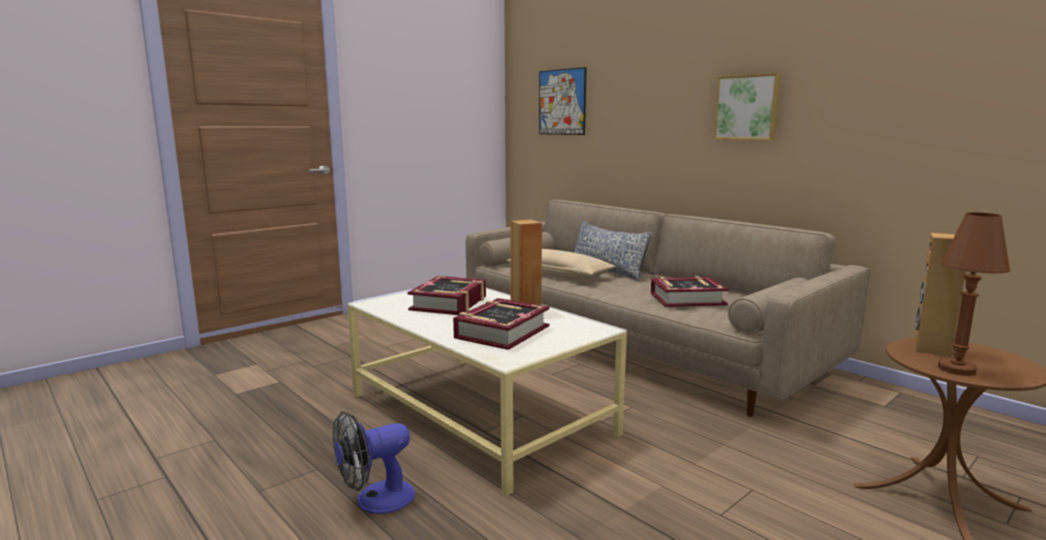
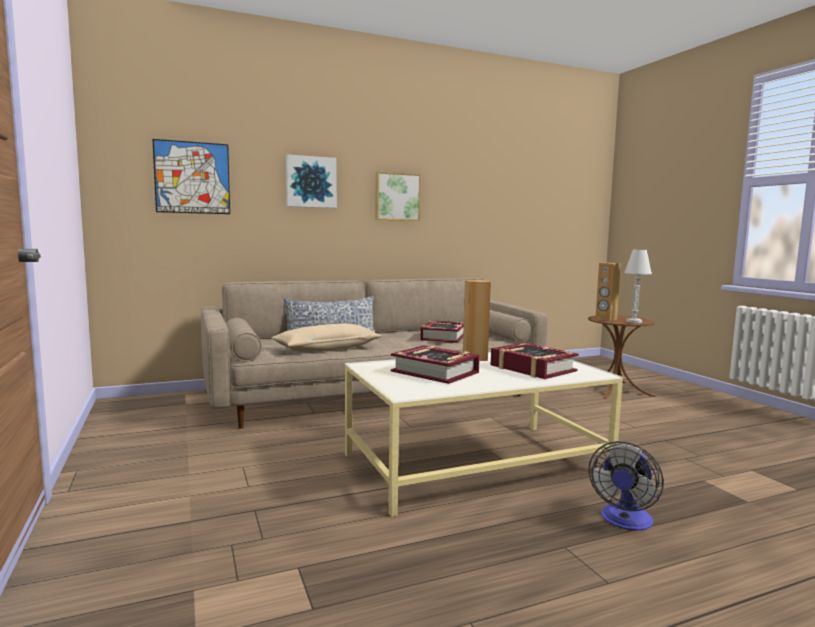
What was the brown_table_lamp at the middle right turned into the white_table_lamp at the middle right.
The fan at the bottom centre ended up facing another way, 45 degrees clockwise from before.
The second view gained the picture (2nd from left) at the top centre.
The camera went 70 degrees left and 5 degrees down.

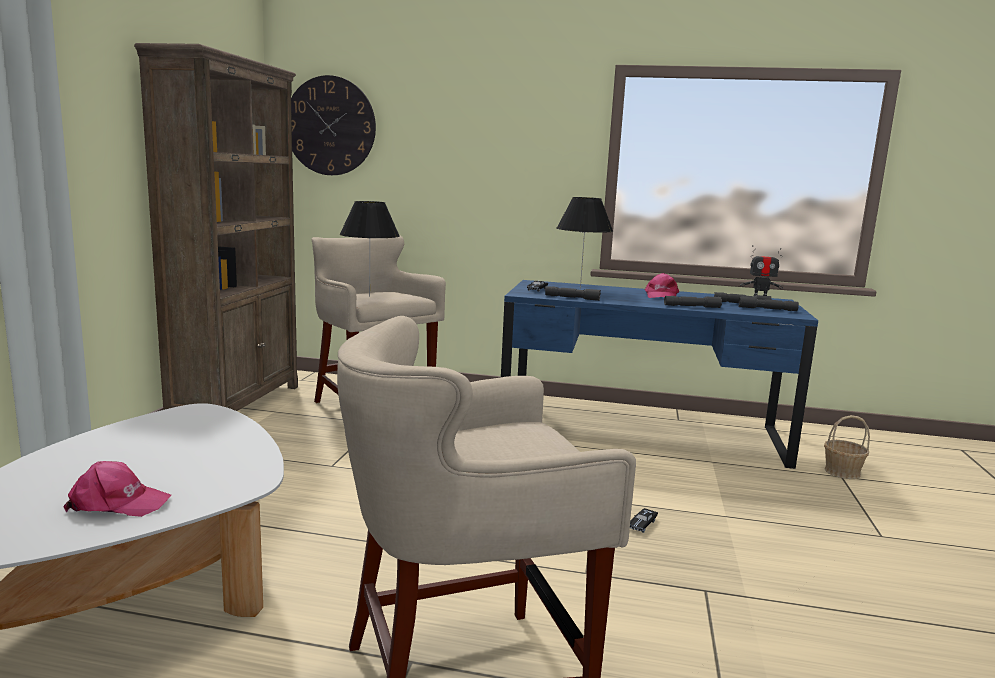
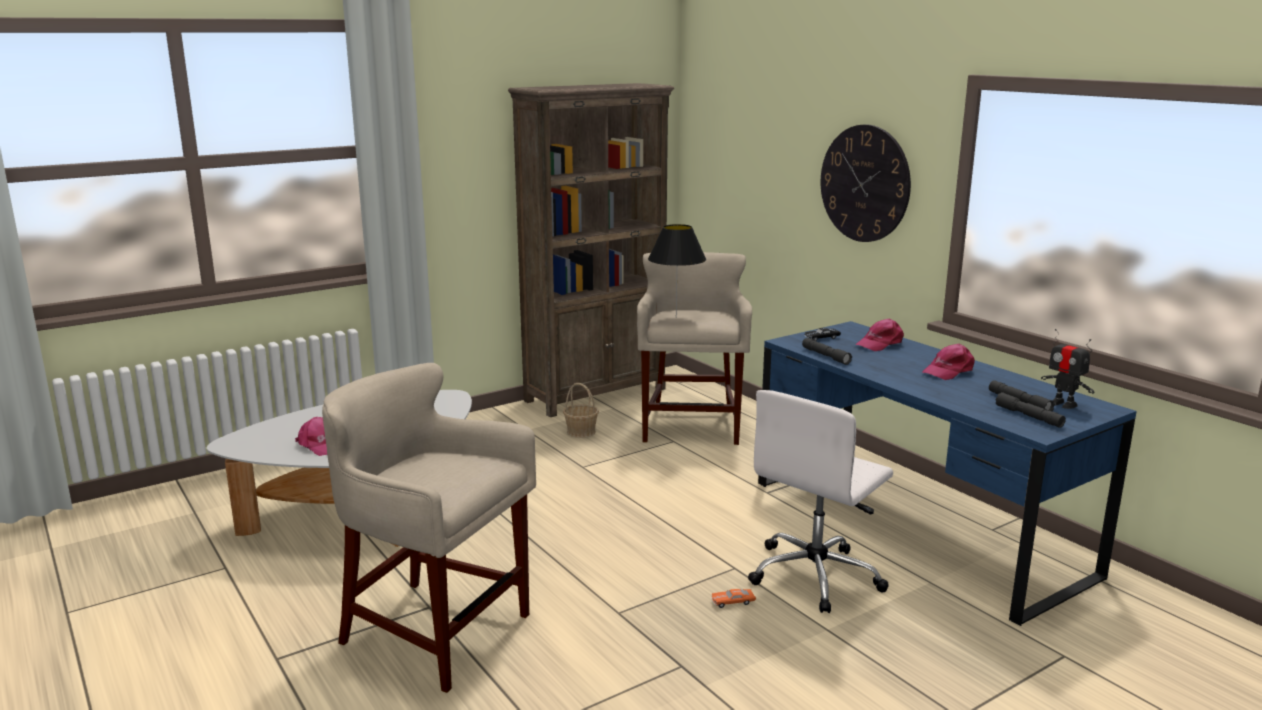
The wall_clock ended up elsewhere, having gone from the top centre to the top right.
Where the black_table_lamp (2nd from left) stood at the centre, the pink_cap (2nd from left) came to stand at the middle right.
The second view lost the grey_flashlight (2nd from left) at the middle right.
The basket ended up elsewhere, having gone from the middle right to the centre.
What was the black_toy_car (2nd from left) at the bottom centre turned into the orange_toy_car at the bottom centre.
The second view gained the white_office_chair at the bottom centre.
The camera went 45 degrees right and 5 degrees up.

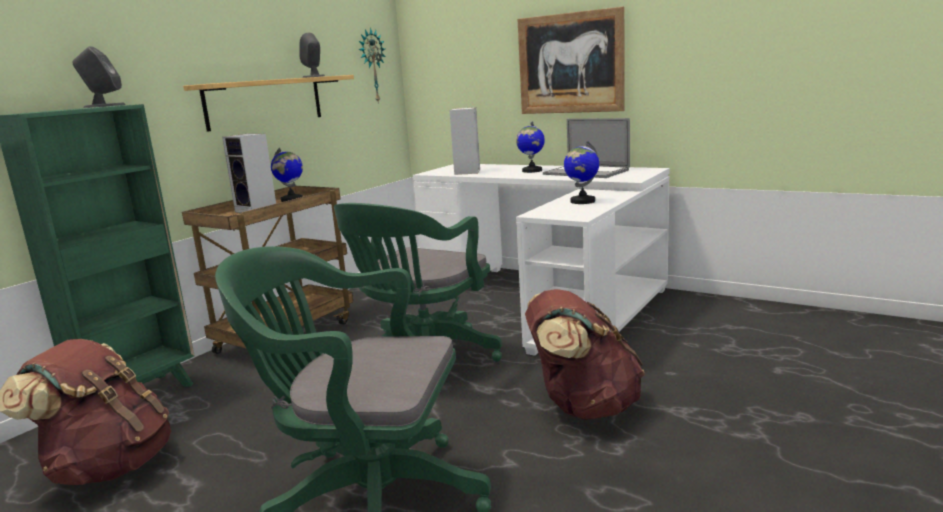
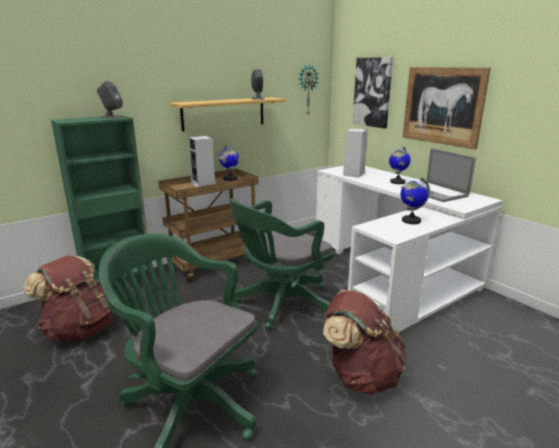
The second view gained the picture (1st from left) at the top right.
The camera went 20 degrees right and 5 degrees up.

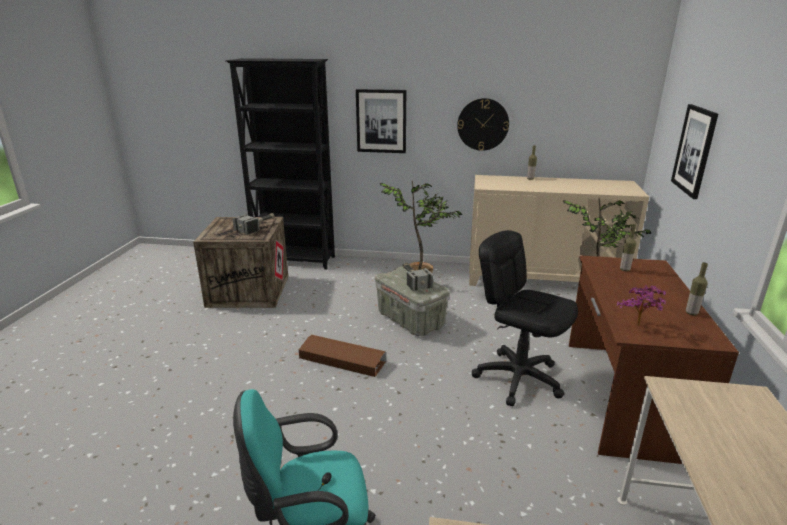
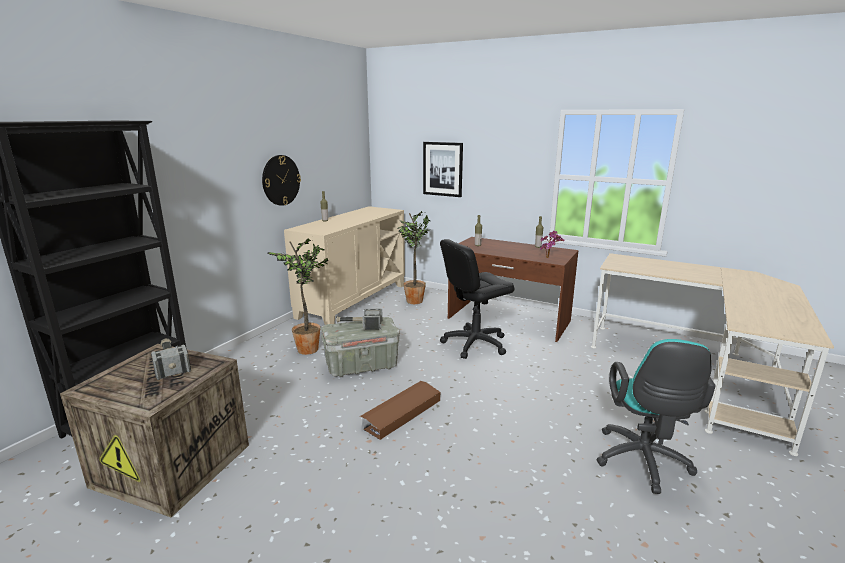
The second view lost the picture (1st from left) at the top centre.
The camera went 70 degrees left and 5 degrees down.

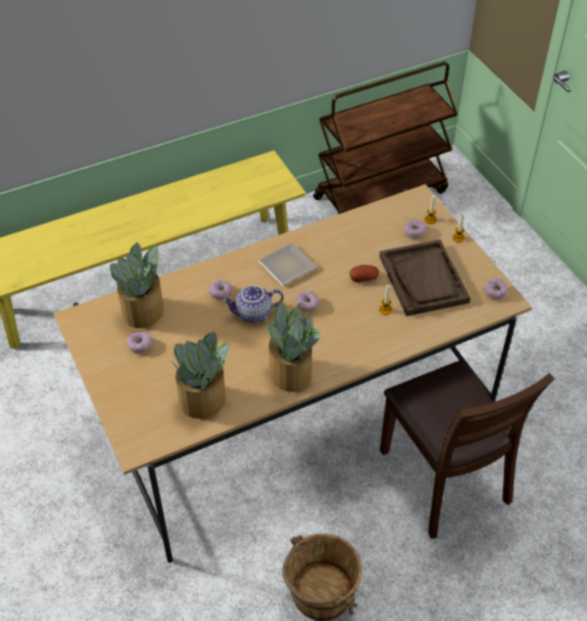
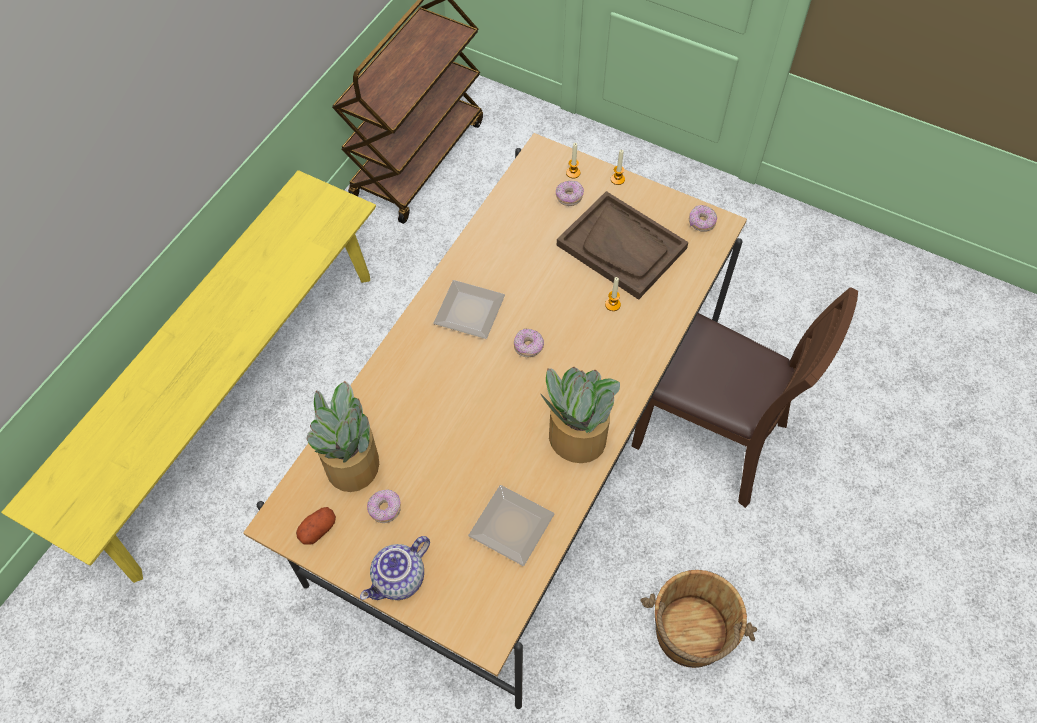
The potato ended up elsewhere, having gone from the centre to the bottom left.
The second view lost the donut (2nd from left) at the centre.
The teapot ended up elsewhere, having gone from the centre to the bottom centre.
Where the potted_plant (2nd from left) stood at the centre, the plate (2nd from left) came to stand at the bottom centre.
The camera went 35 degrees left and 10 degrees up.

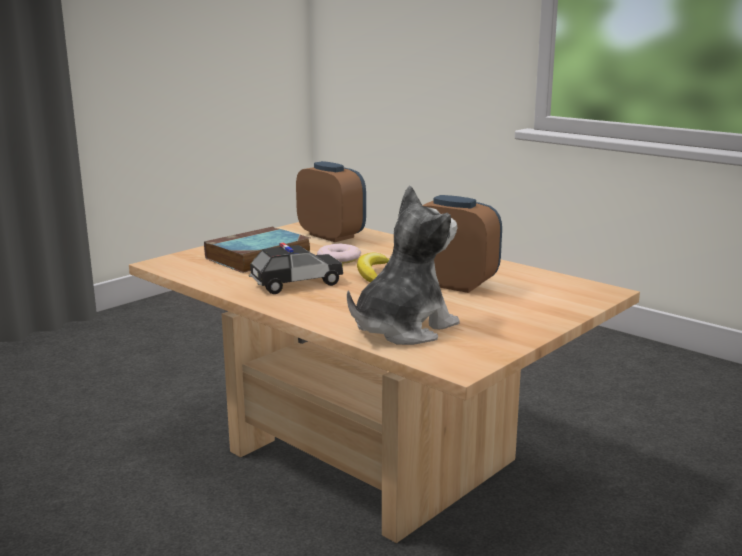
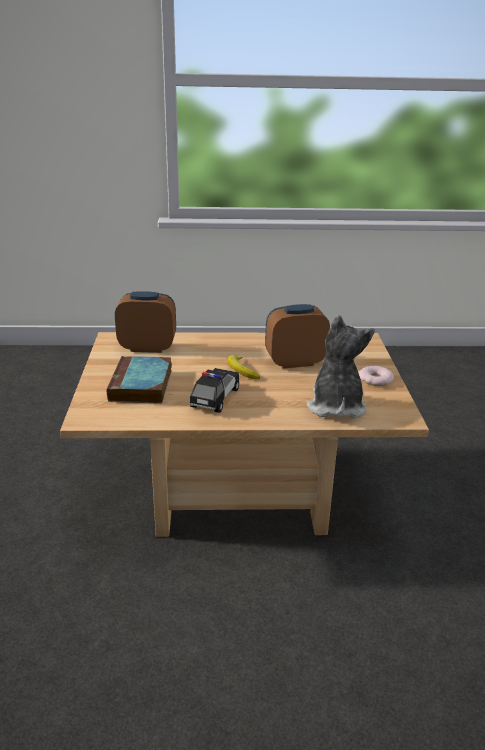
The donut ended up elsewhere, having gone from the centre to the middle right.
The camera went 45 degrees left and 10 degrees up.

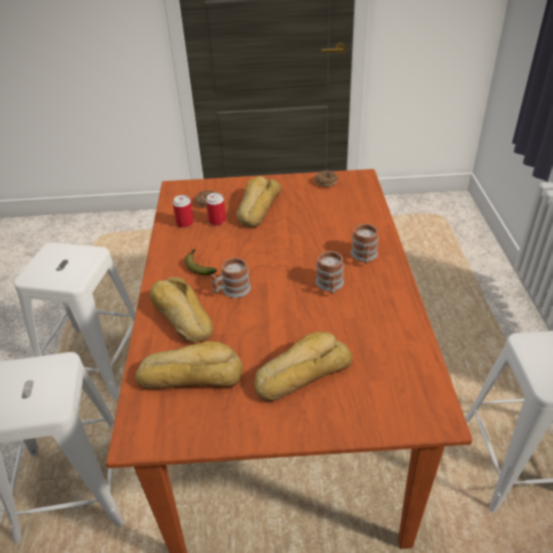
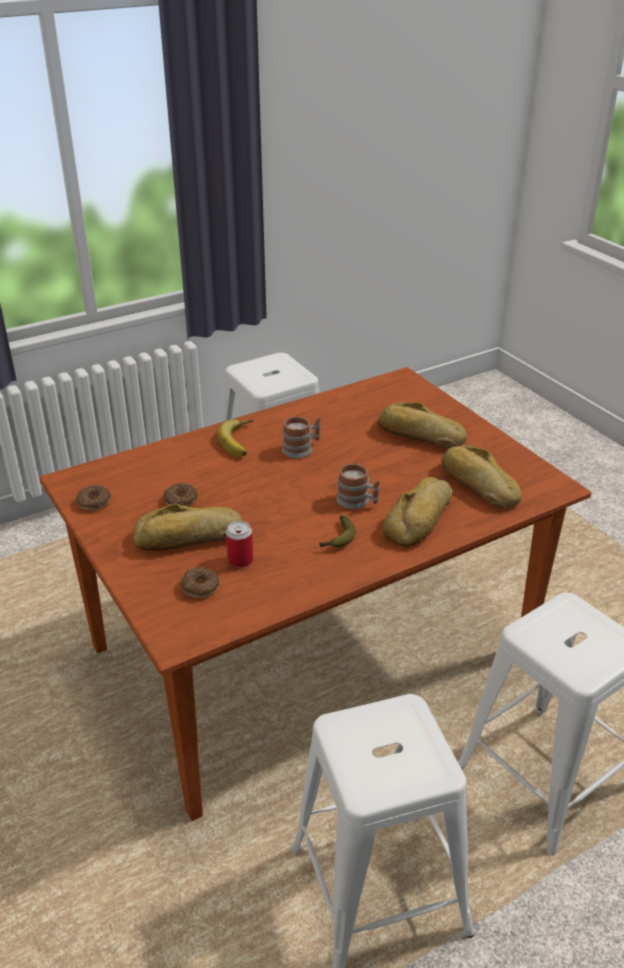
The second view lost the can (1st from left) at the middle left.
Where the mug (3rd from left) stood at the centre, the banana (1st from left) came to stand at the centre.
The second view gained the donut (2nd from left) at the middle left.
The camera went 120 degrees left and 5 degrees down.

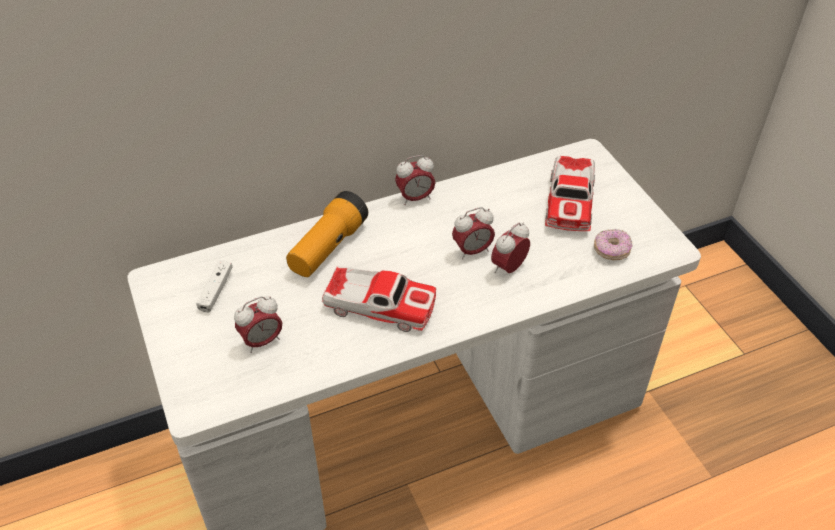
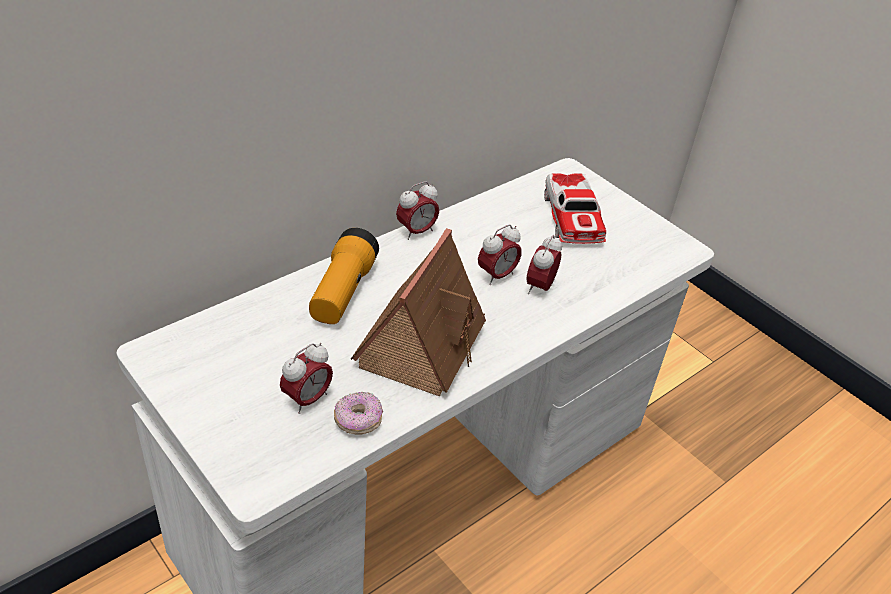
The donut ended up elsewhere, having gone from the middle right to the bottom centre.
The second view lost the white_game_controller at the middle left.
Where the toy_car (1st from left) stood at the centre, the toy_house came to stand at the centre.
The camera went 20 degrees left and 5 degrees down.

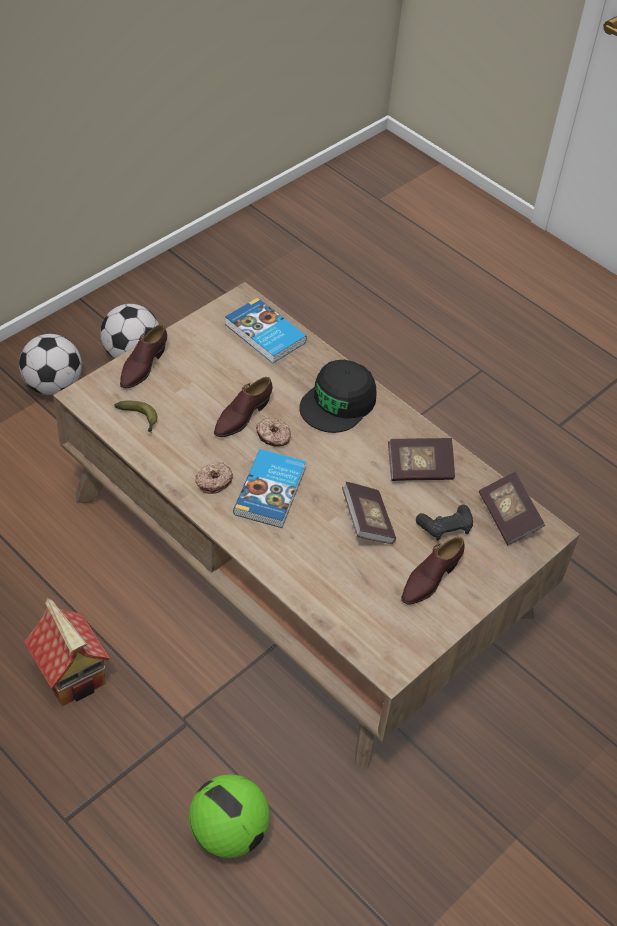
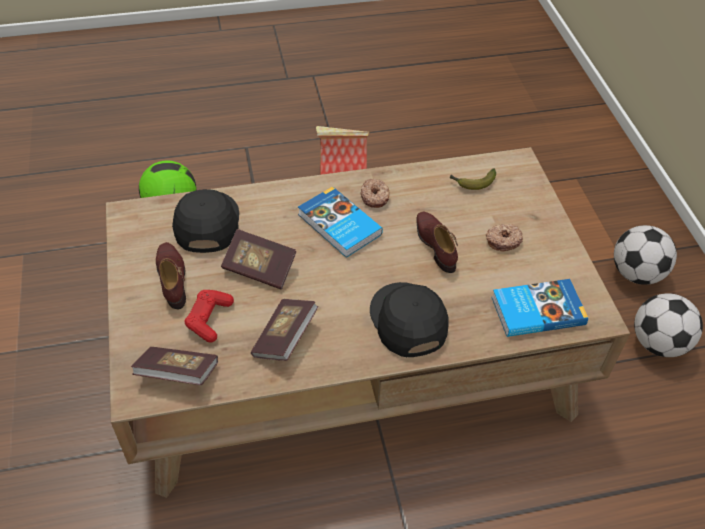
The second view lost the brown_shoe (1st from left) at the middle left.
The donut (2nd from left) ended up elsewhere, having gone from the centre to the middle right.
What was the black_game_controller at the middle right turned into the red_game_controller at the middle left.
The second view gained the black_cap (1st from left) at the middle left.
The camera went 125 degrees right and 0 degrees up.

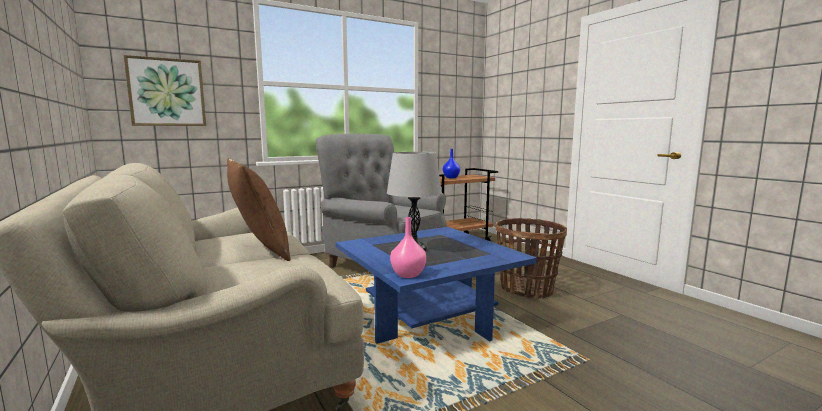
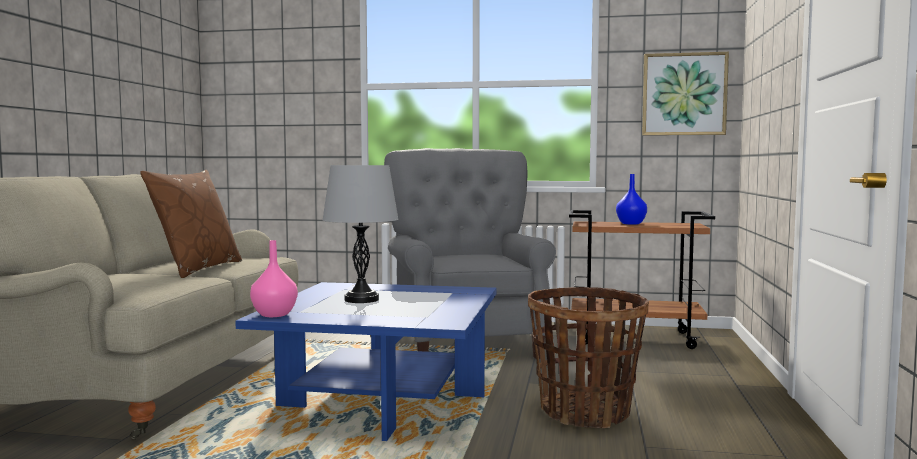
The picture ended up elsewhere, having gone from the top left to the top right.
The camera went 40 degrees right and 5 degrees down.

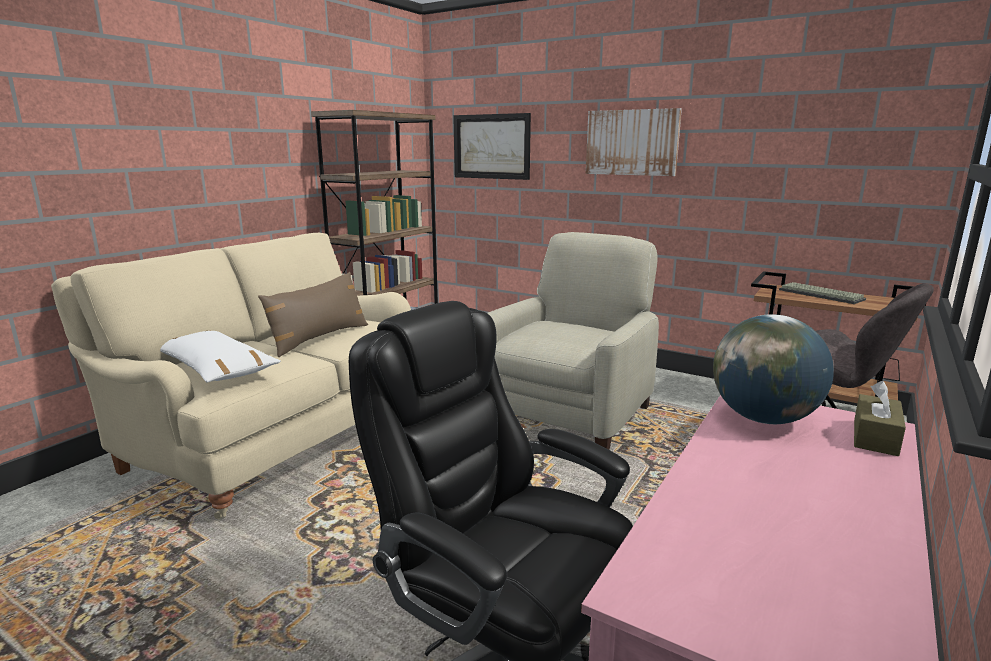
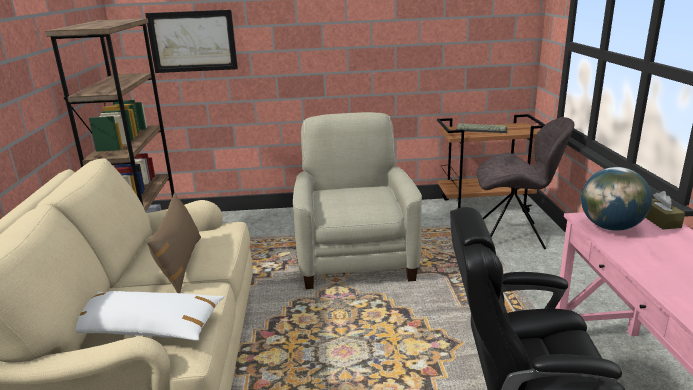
The second view lost the picture (2nd from left) at the top centre.
The camera went 35 degrees left and 5 degrees up.

